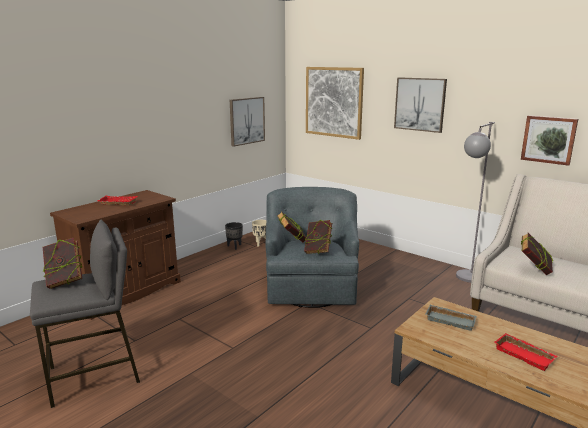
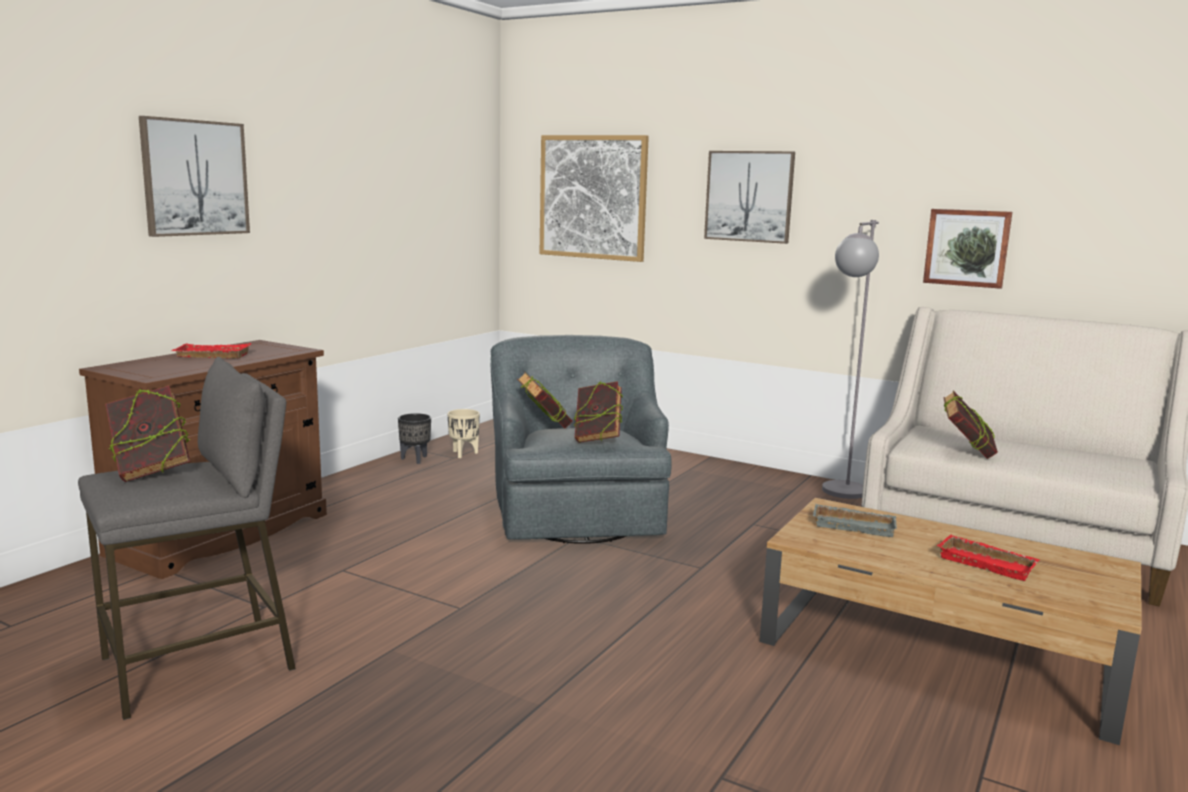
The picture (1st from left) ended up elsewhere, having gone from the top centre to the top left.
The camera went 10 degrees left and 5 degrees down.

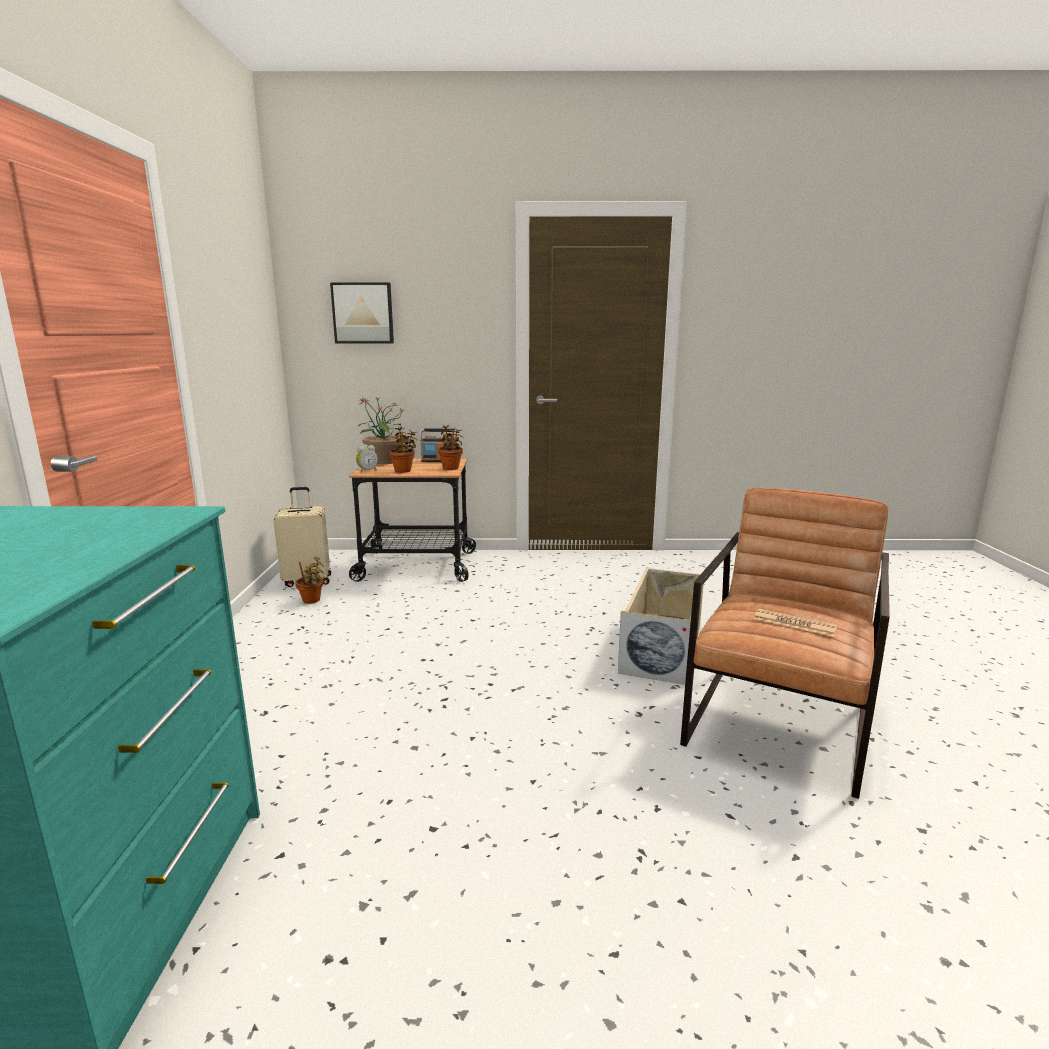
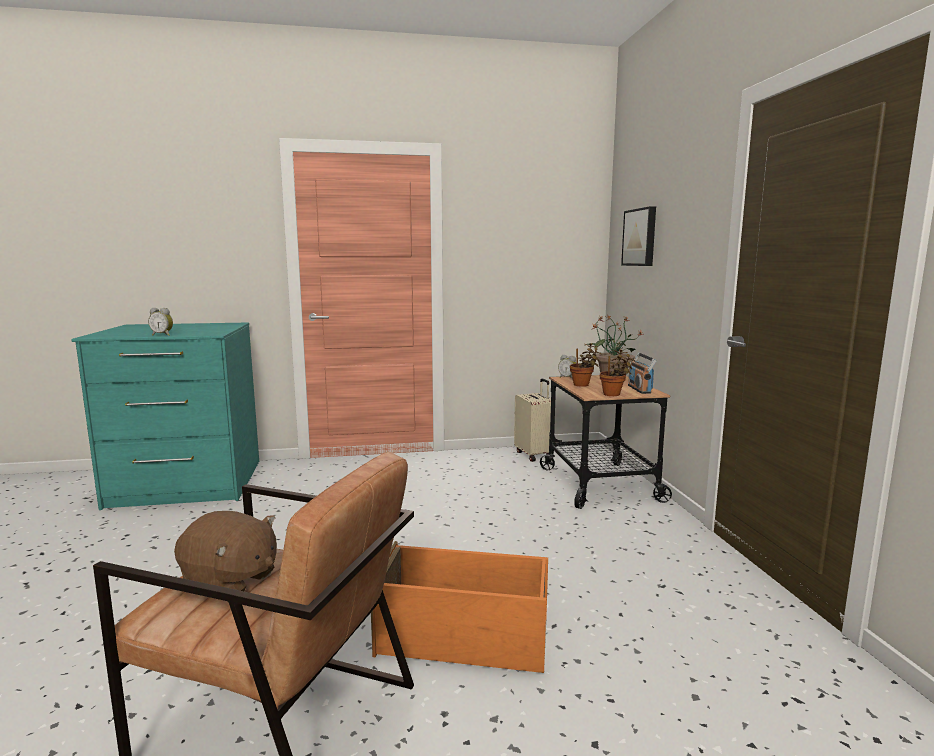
The second view lost the potted_plant (1st from left) at the middle left.
What was the beige_storage_box at the centre turned into the orange_storage_box at the bottom centre.
Where the newspaper stood at the middle right, the brown_plush_toy came to stand at the bottom left.
The second view gained the alarm_clock (1st from left) at the middle left.
The camera went 80 degrees right and 5 degrees down.

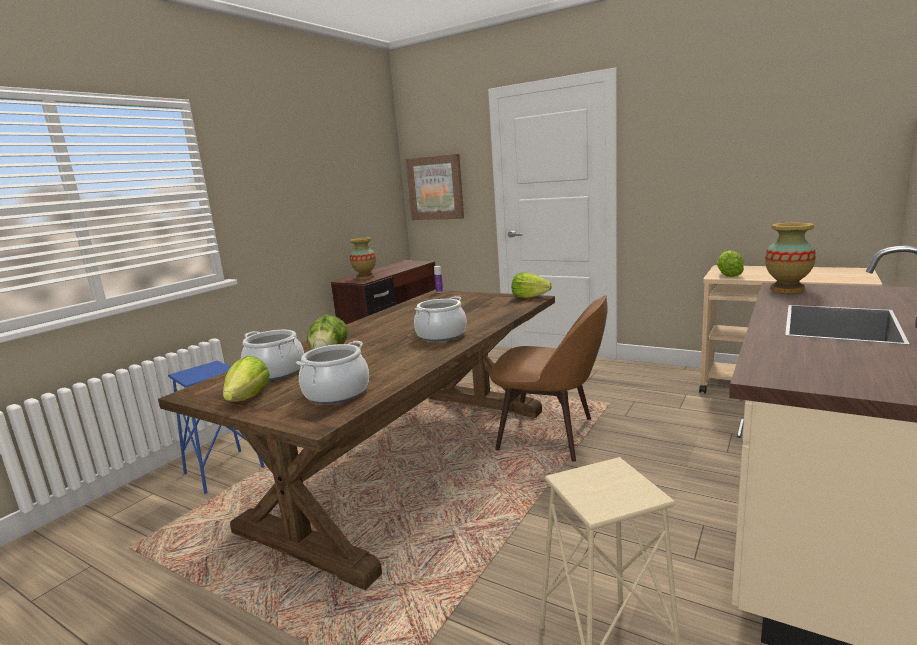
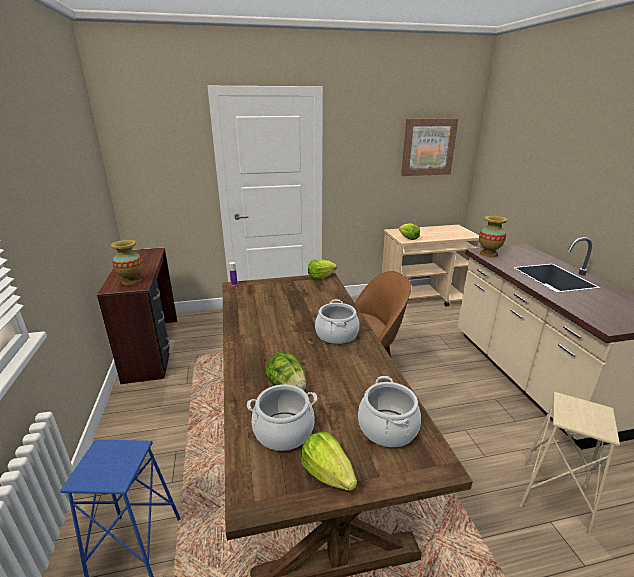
The picture ended up elsewhere, having gone from the top centre to the top right.
The camera went 45 degrees left and 10 degrees up.

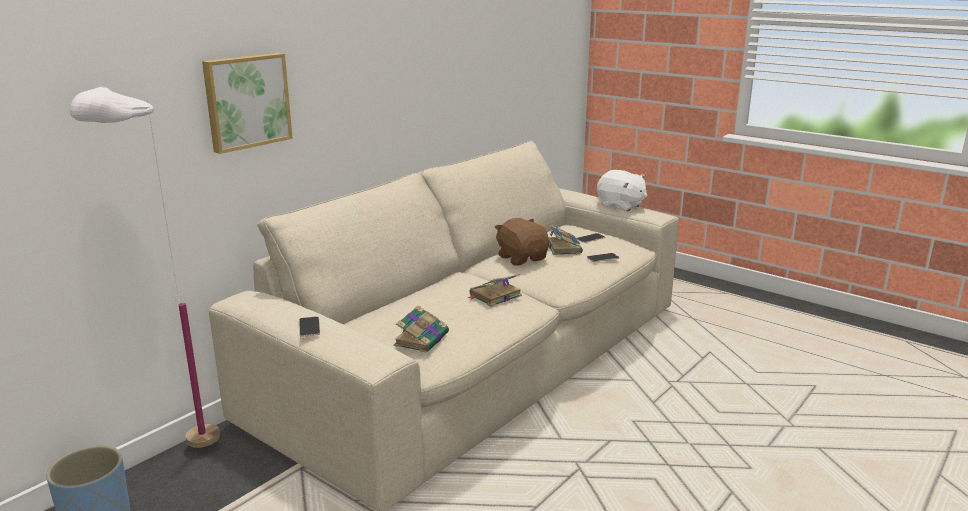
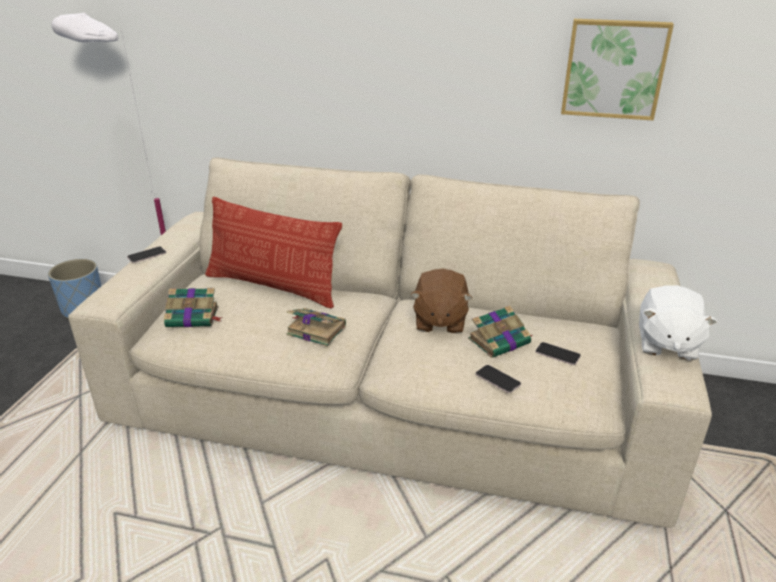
The picture ended up elsewhere, having gone from the top left to the top right.
The brown_plush_toy at the centre ended up facing another way, 150 degrees clockwise from before.
The second view gained the pillow at the centre.
The camera went 65 degrees right and 10 degrees up.

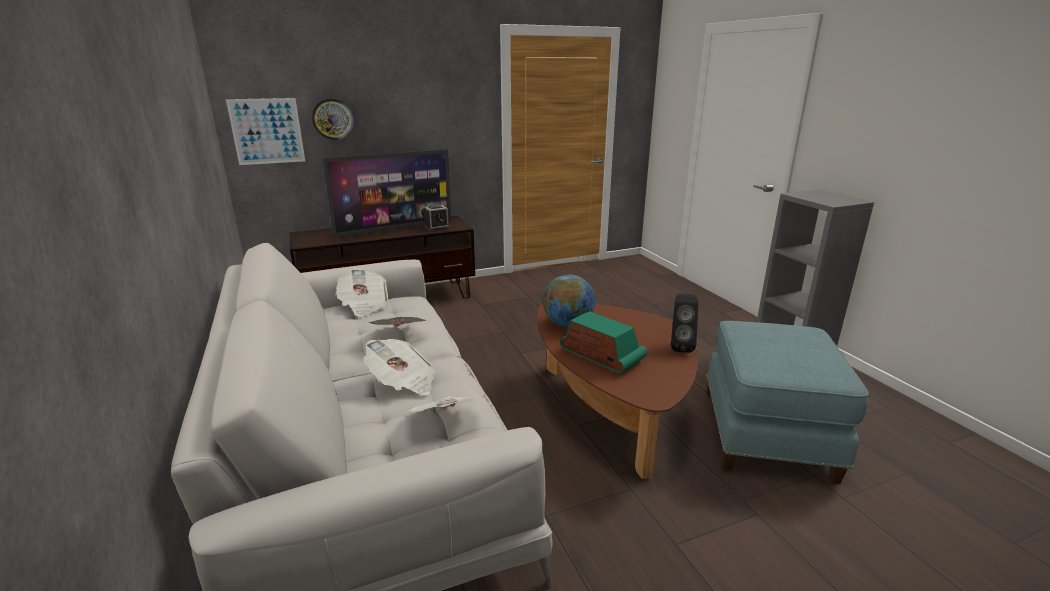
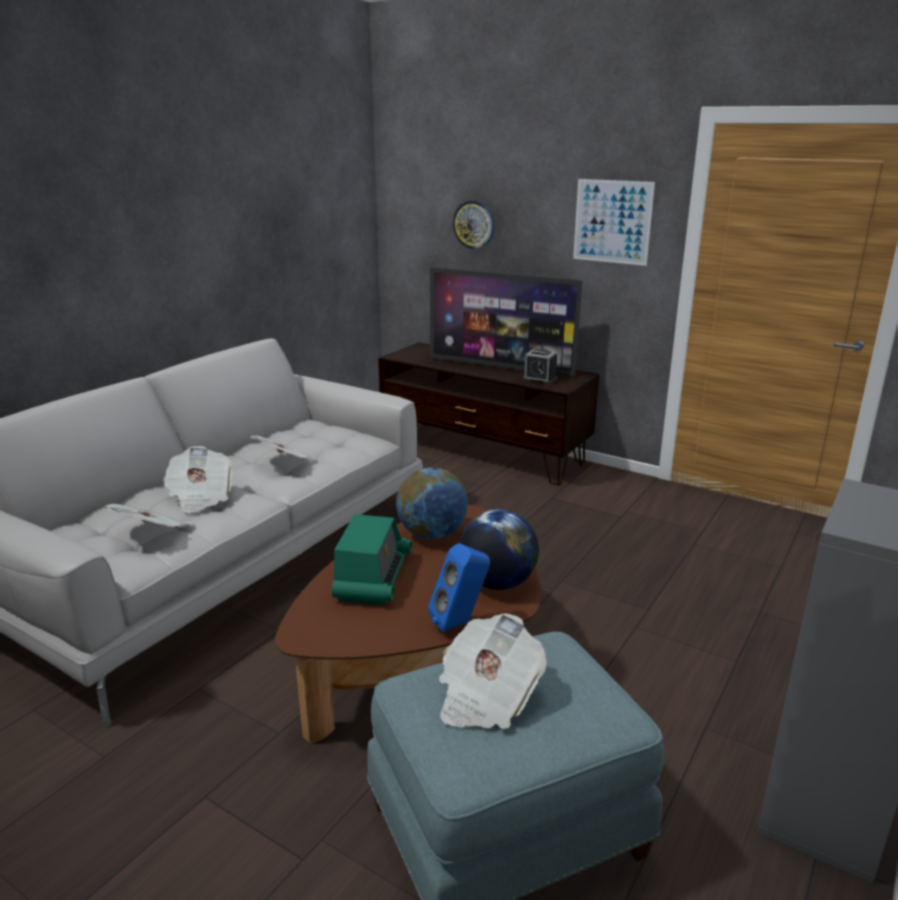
The picture ended up elsewhere, having gone from the top left to the top right.
The newspaper (1st from left in the first image) ended up elsewhere, having gone from the centre to the bottom centre.
What was the black_speaker at the centre turned into the blue_speaker at the centre.
The second view gained the globe (2nd from left) at the centre.
The camera went 55 degrees right and 0 degrees up.

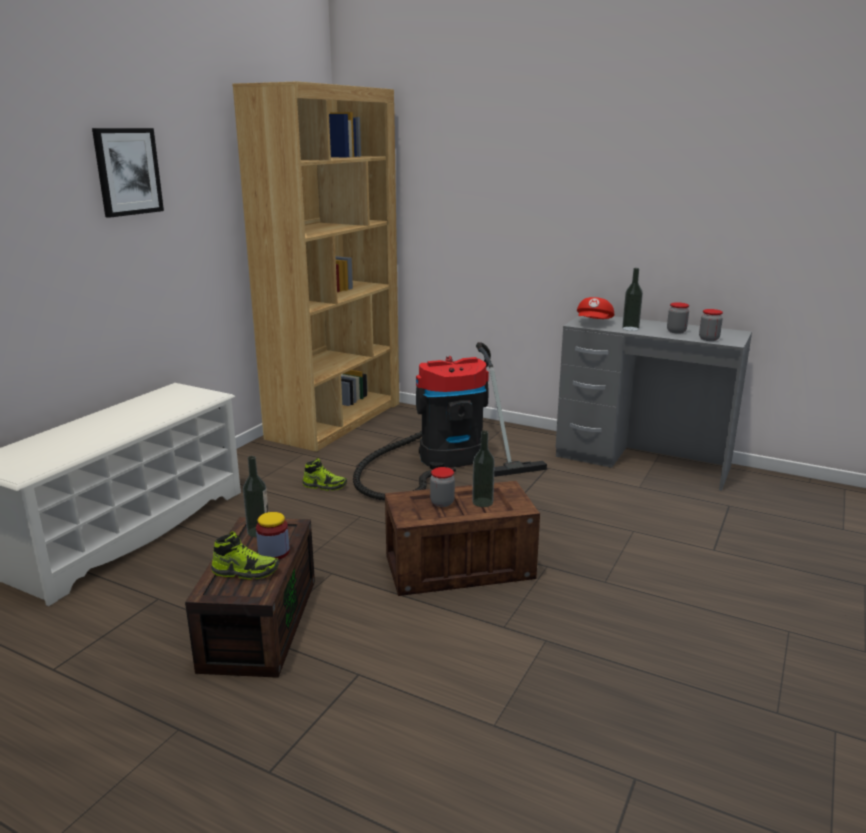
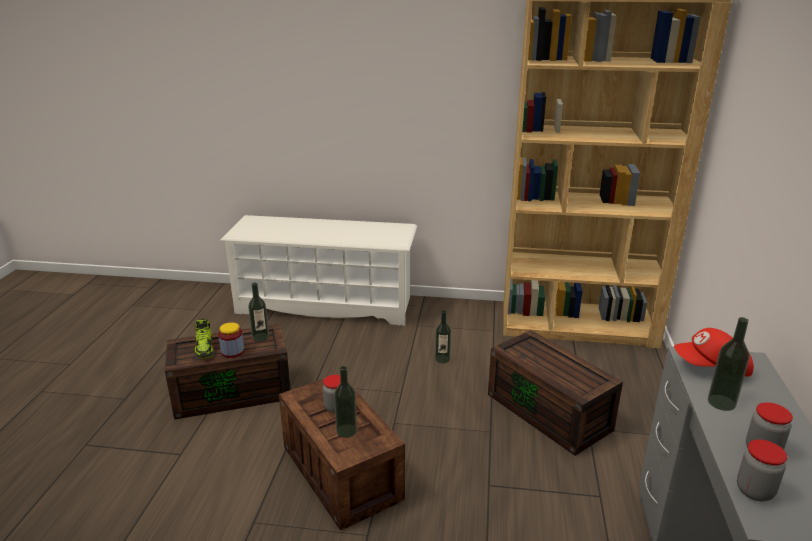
The second view lost the picture at the top left.
Where the vacuum_cleaner stood at the centre, the brown_storage_box (2nd from left) came to stand at the bottom right.
Where the shoe (2nd from left) stood at the centre, the bottle (3rd from left) came to stand at the centre.
The camera went 70 degrees right and 5 degrees up.

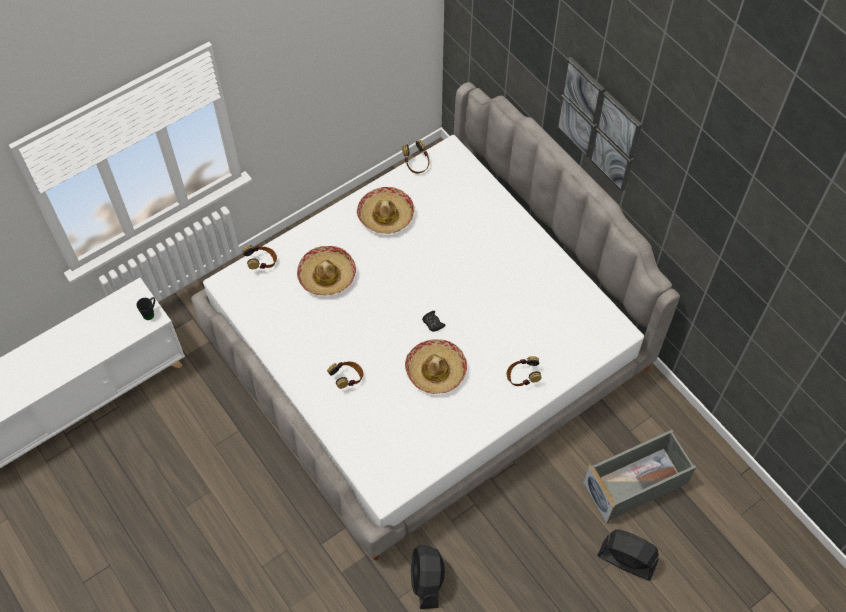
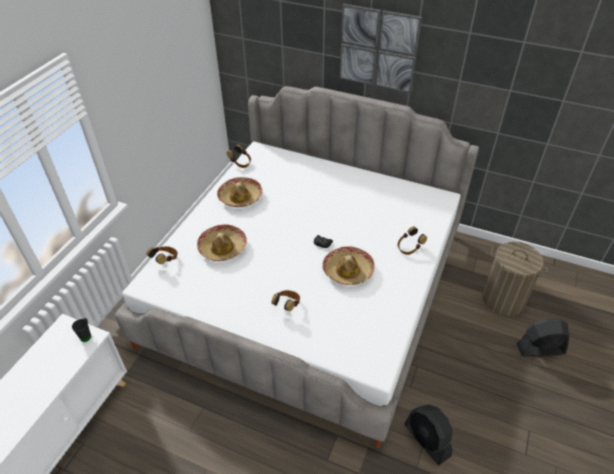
Where the grey_storage_box stood at the bottom right, the laundry_basket came to stand at the middle right.
The camera went 30 degrees left and 15 degrees down.

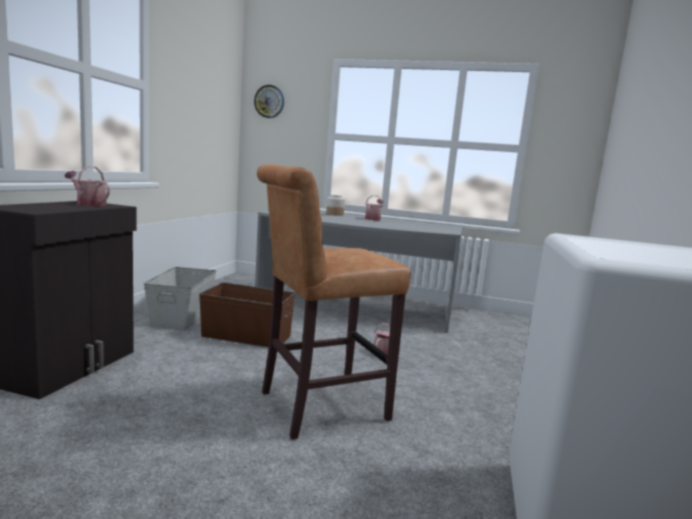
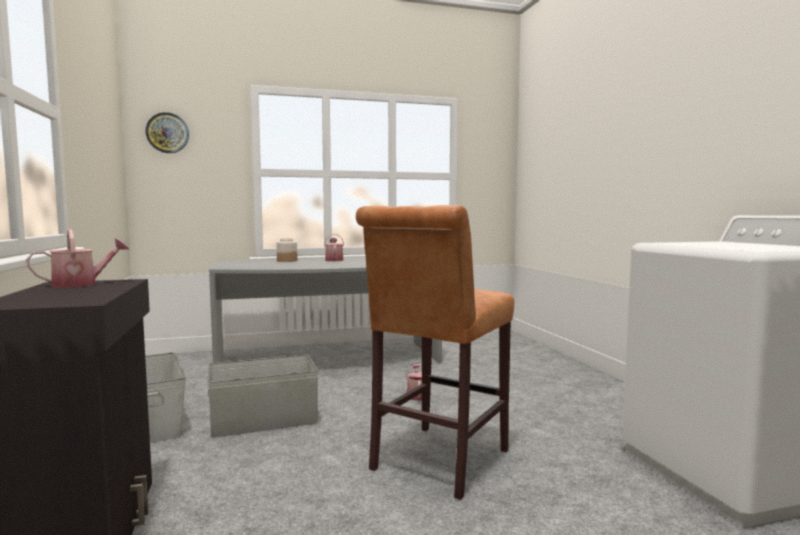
The watering_can (1st from left) at the middle left ended up facing another way, 150 degrees clockwise from before.
What was the brown_storage_box at the centre turned into the grey_storage_box (2nd from left) at the bottom left.
The camera went 30 degrees left and 5 degrees down.

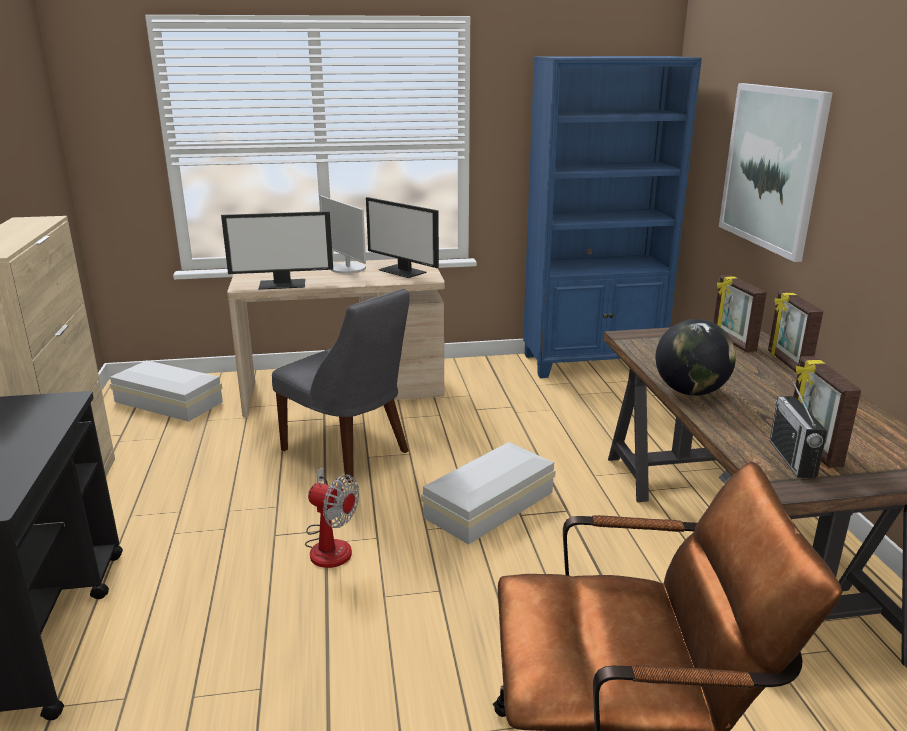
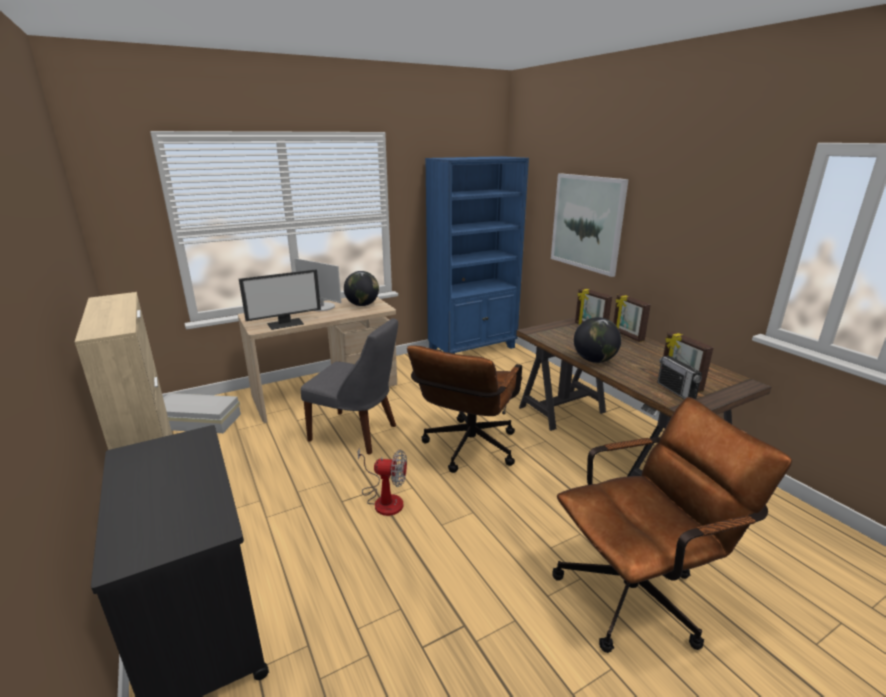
Where the monitor (3rd from left) stood at the top centre, the globe (1st from left) came to stand at the centre.
Where the white_storage_box (2nd from left) stood at the bottom centre, the brown_office_chair (1st from left) came to stand at the centre.
The camera went 20 degrees left and 0 degrees up.

